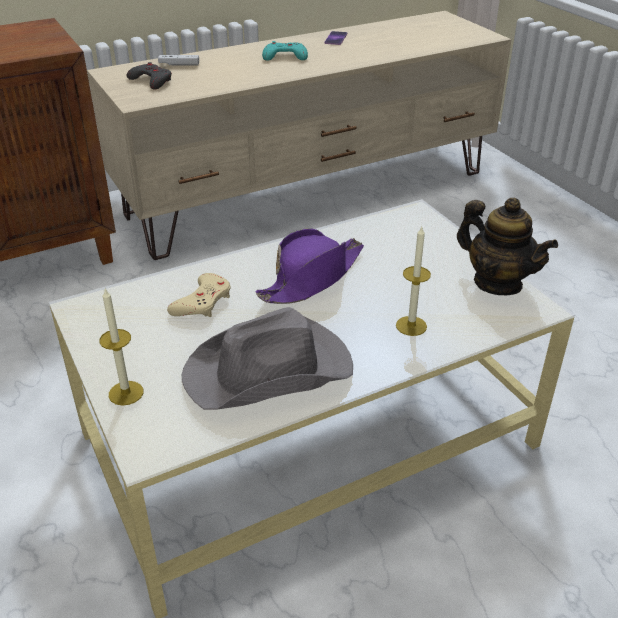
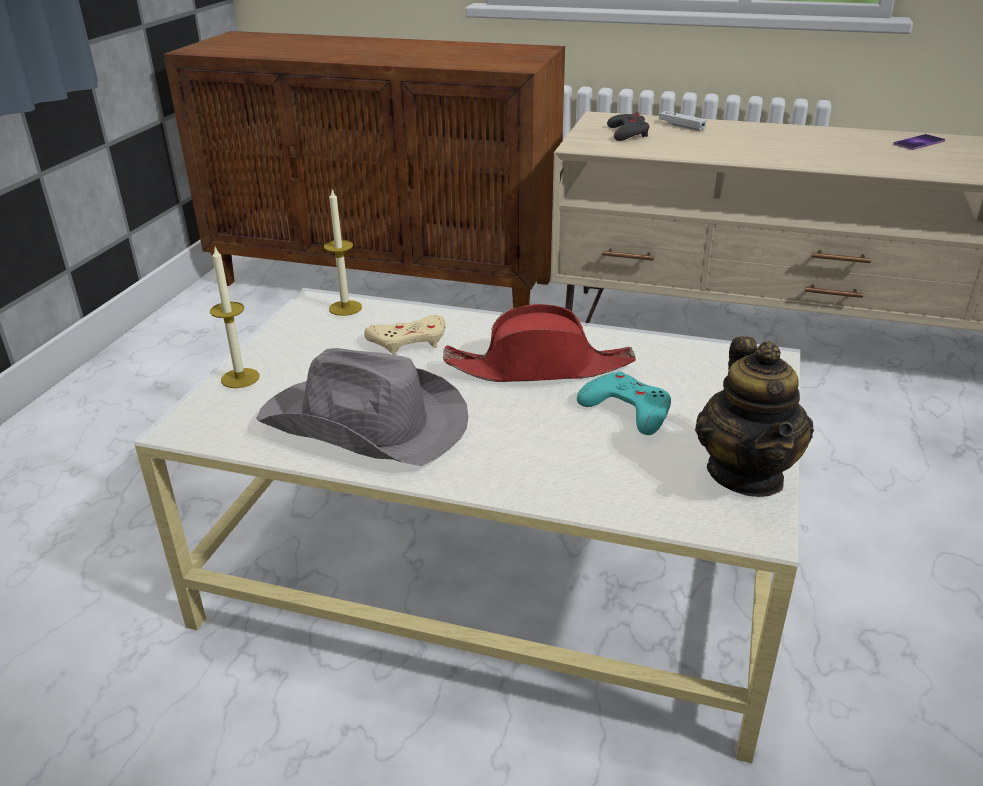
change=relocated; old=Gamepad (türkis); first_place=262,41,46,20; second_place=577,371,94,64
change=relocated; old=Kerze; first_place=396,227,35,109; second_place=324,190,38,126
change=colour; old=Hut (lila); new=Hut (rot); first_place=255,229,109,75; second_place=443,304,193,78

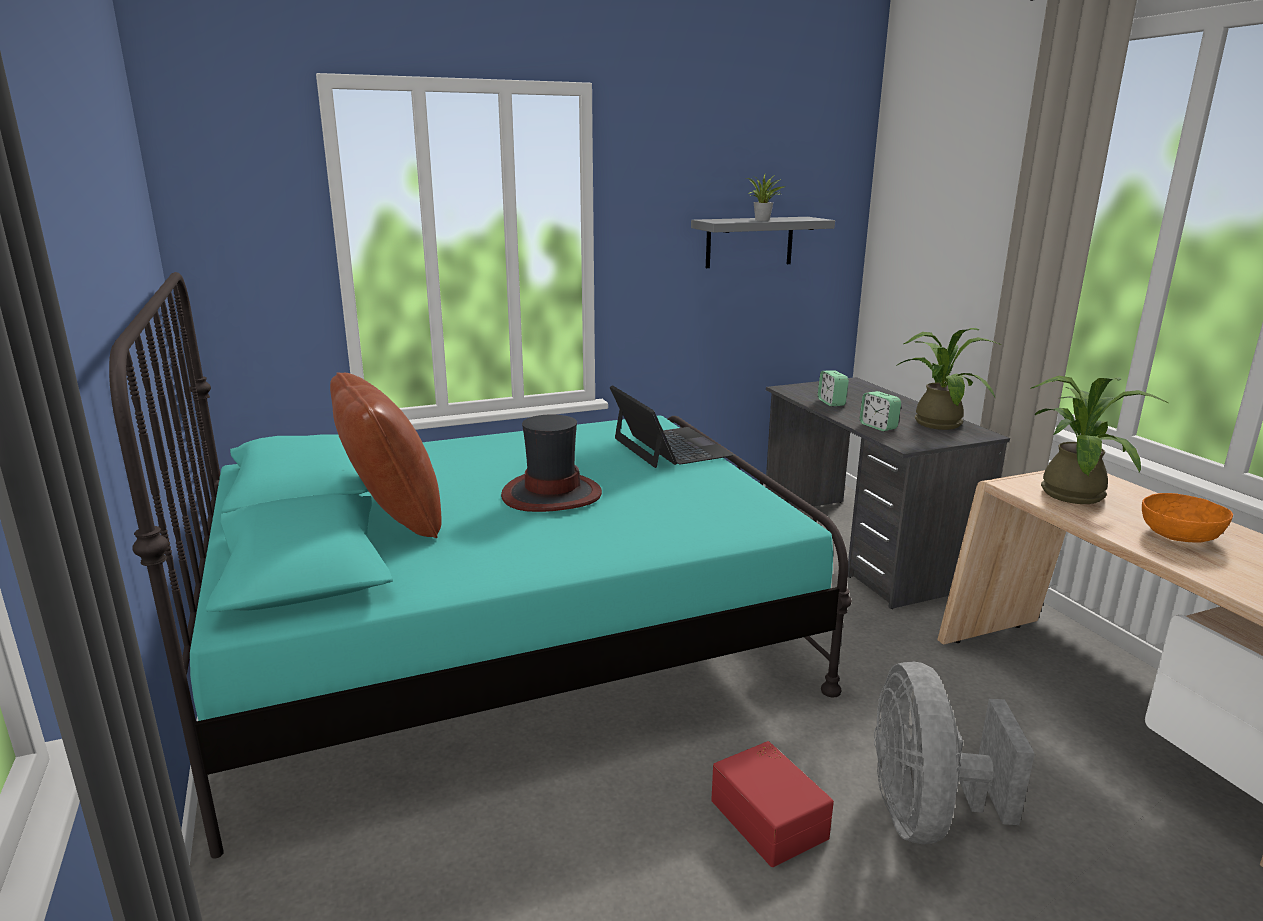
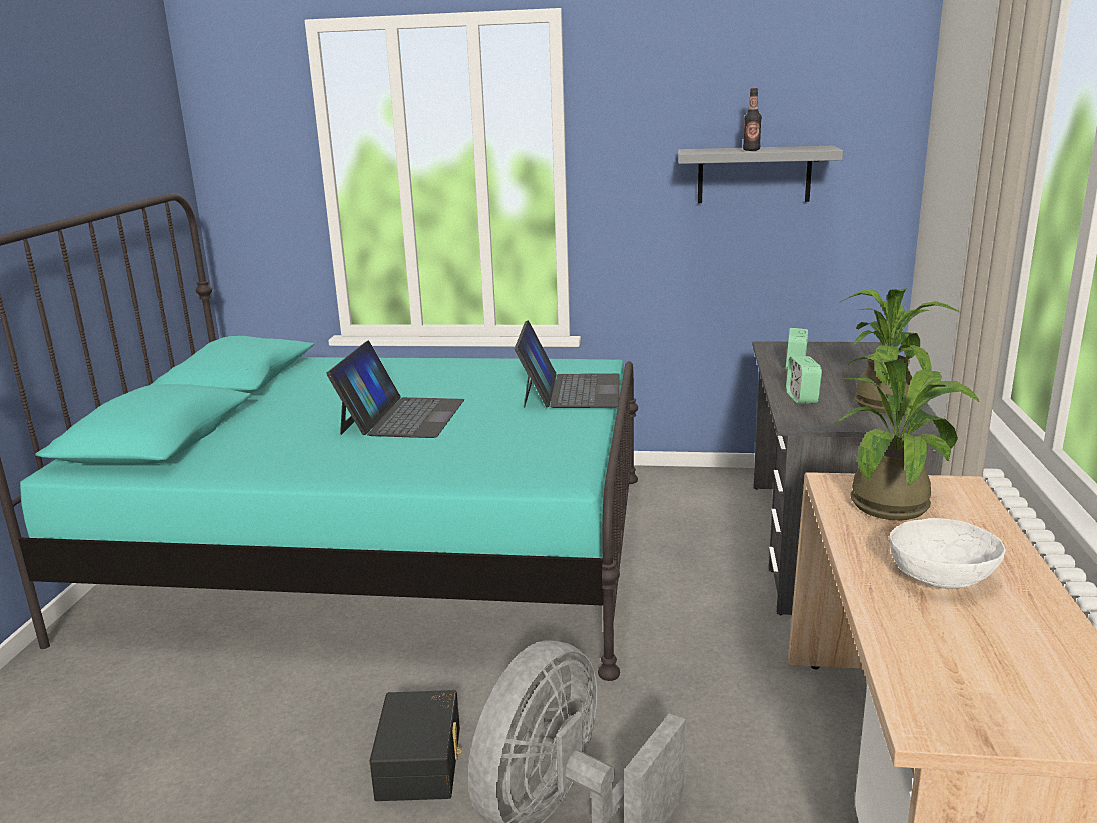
change=missing; old=Kissen (braun); first_place=330,372,112,166
change=exchanged; old=Hut; new=Laptop; first_place=501,414,101,98; second_place=326,341,138,97
change=exchanged; old=Topfpflanze; new=Flasche; first_place=748,174,36,47; second_place=743,88,19,63
change=colour; old=Aufbewahrungsbox (rot); new=Aufbewahrungsbox (schwarz); first_place=711,741,123,126; second_place=370,690,92,111
change=colour; old=Schüssel (orange); new=Schüssel (weiß); first_place=1142,493,91,50; second_place=889,518,117,71

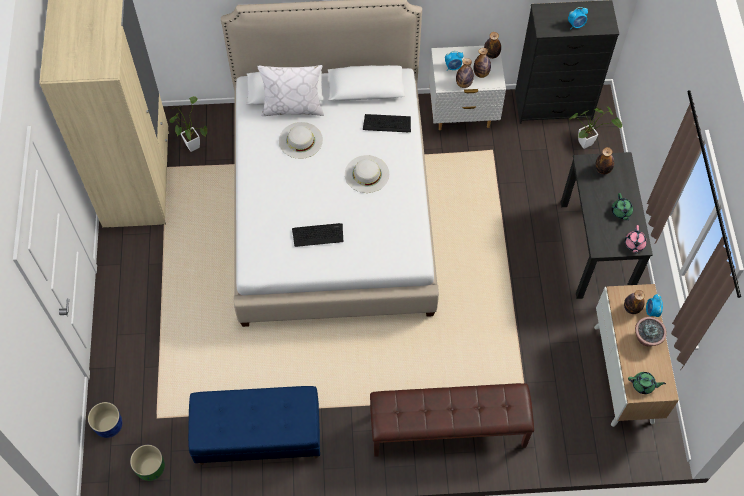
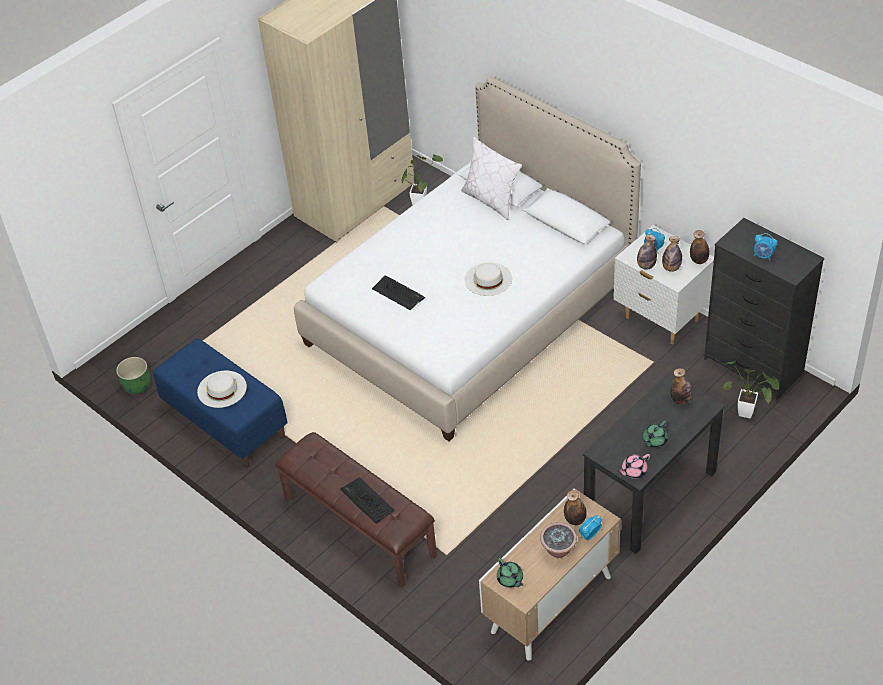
change=missing; old=Pflanzkübel (blau); first_place=88,402,34,36
change=relocated; old=Hut (weiß); first_place=279,122,44,37; second_place=197,371,50,37
change=relocated; old=Tastatur; first_place=363,114,48,18; second_place=340,477,55,47

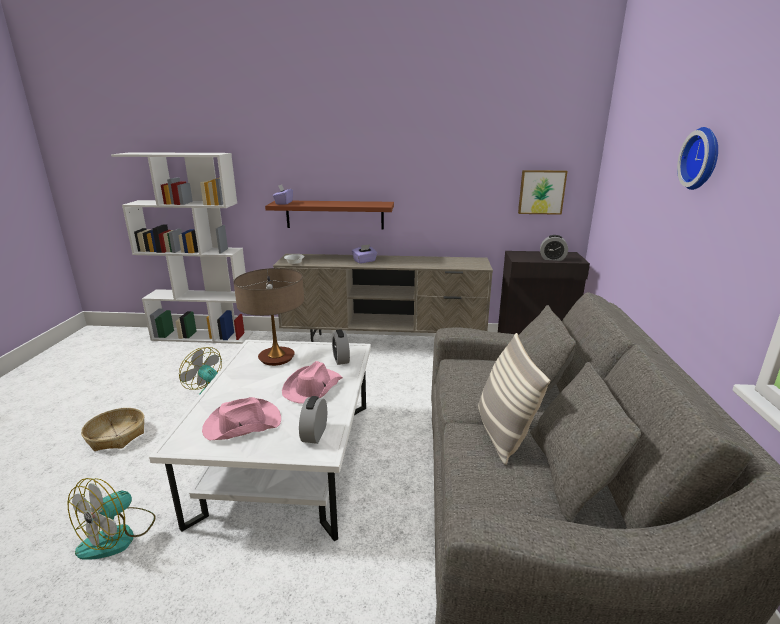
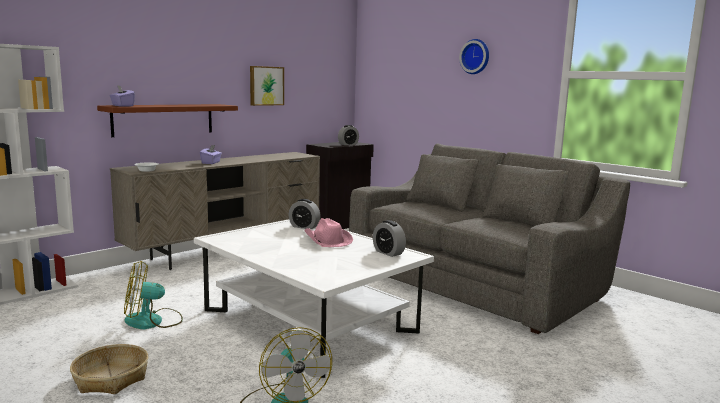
change=missing; old=Hut (rosa); first_place=202,397,79,43
change=missing; old=Tischlampe; first_place=234,268,70,98
change=missing; old=Kissen; first_place=478,333,72,132
change=relocated; old=Bild; first_place=518,170,49,45; second_place=250,66,34,40

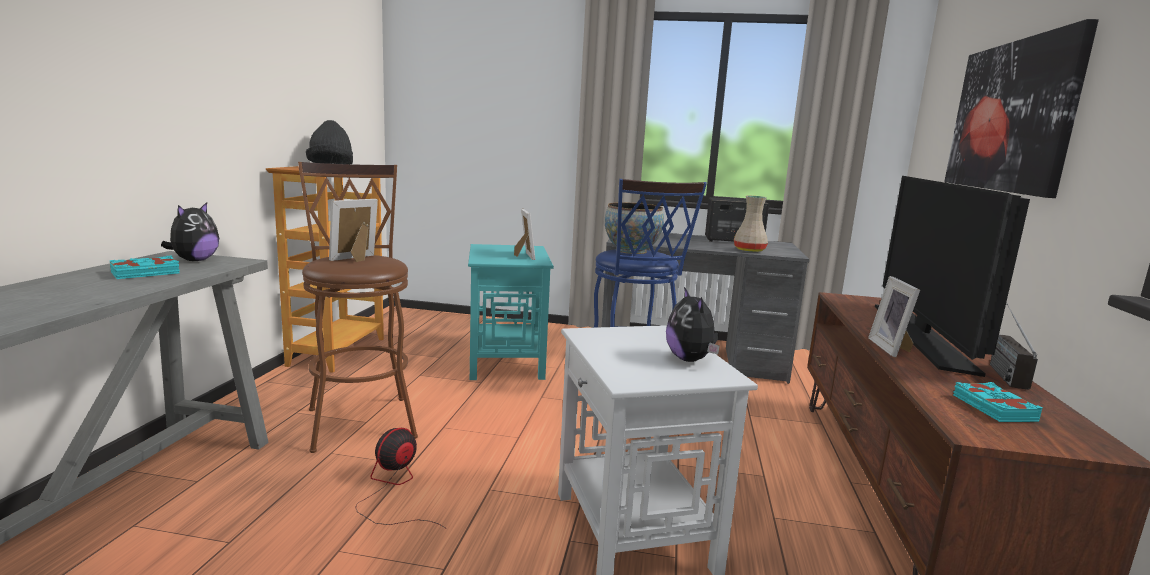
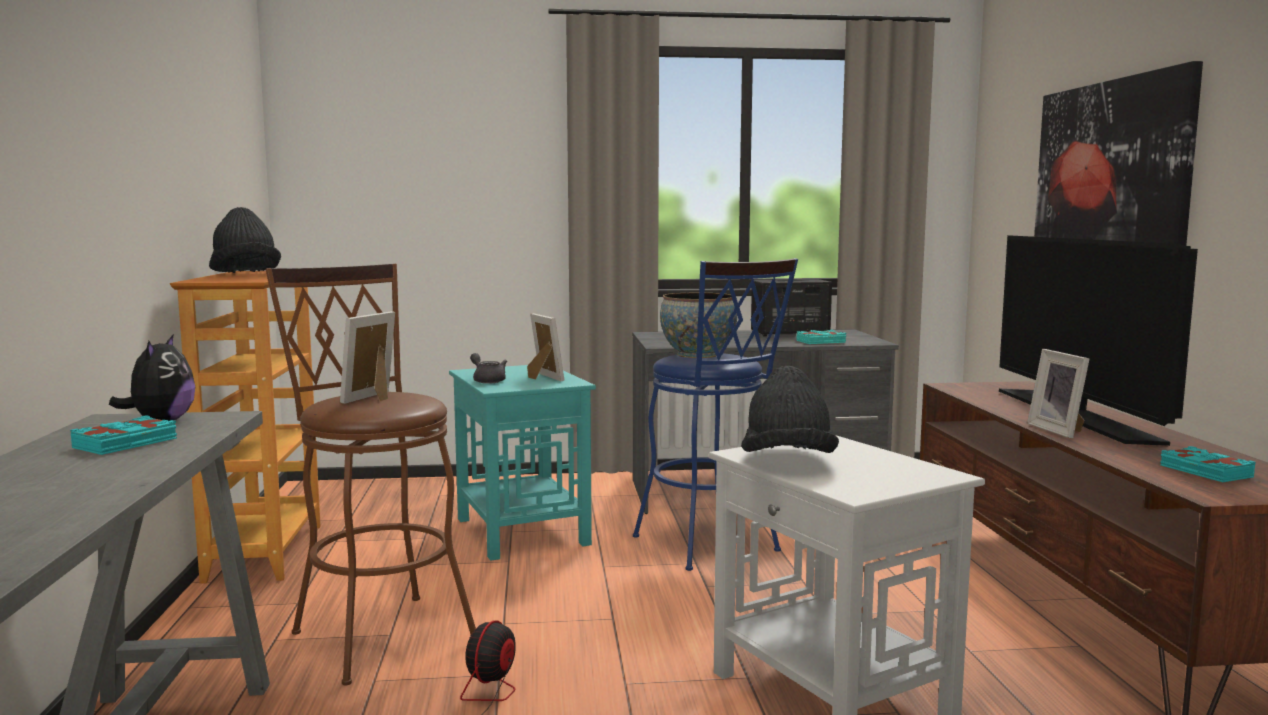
change=missing; old=Plüschtier; first_place=666,287,54,75
change=missing; old=Radio; first_place=990,303,48,87
change=appeared; new=Teekanne (grau); second_place=470,353,37,31
change=appeared; new=Hut (schwarz); second_place=741,366,98,87
change=exchanged; old=Vase (beige); new=Buch (türkis); first_place=734,196,34,56; second_place=797,330,49,14

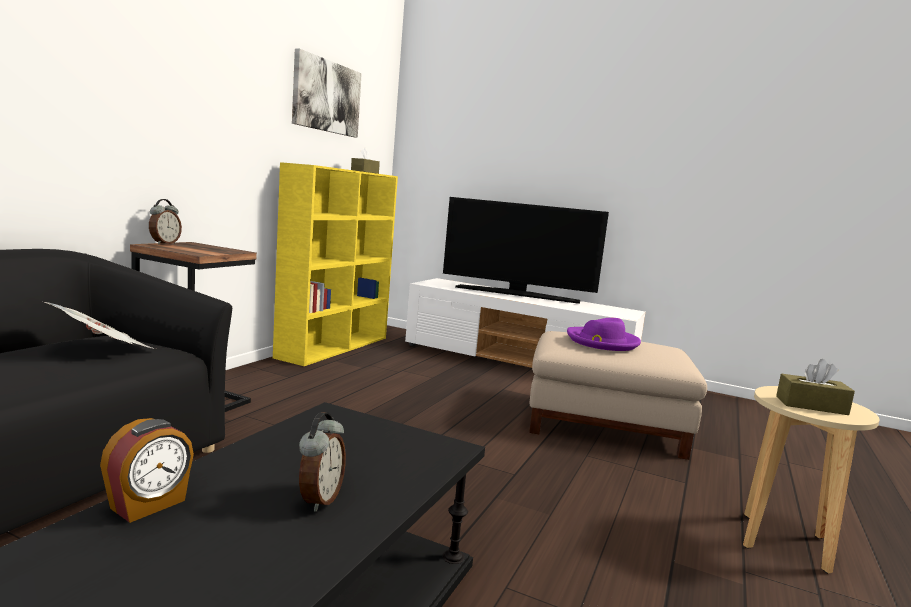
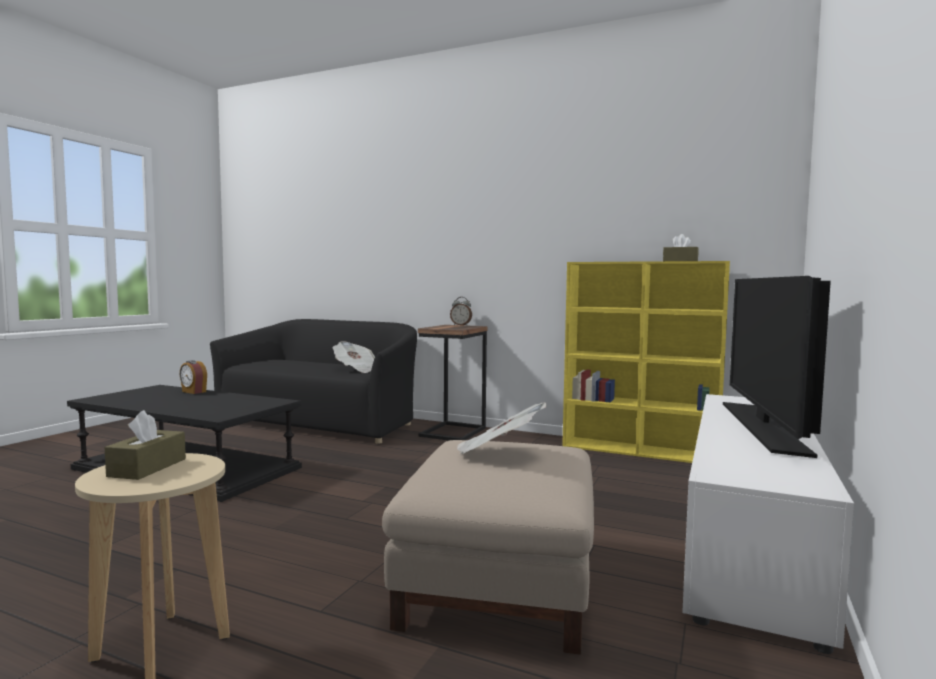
change=missing; old=Bild; first_place=292,48,70,90
change=missing; old=Wecker; first_place=299,412,47,100
change=exchanged; old=Hut (lila); new=Zeitung; first_place=567,318,74,33; second_place=457,403,90,52

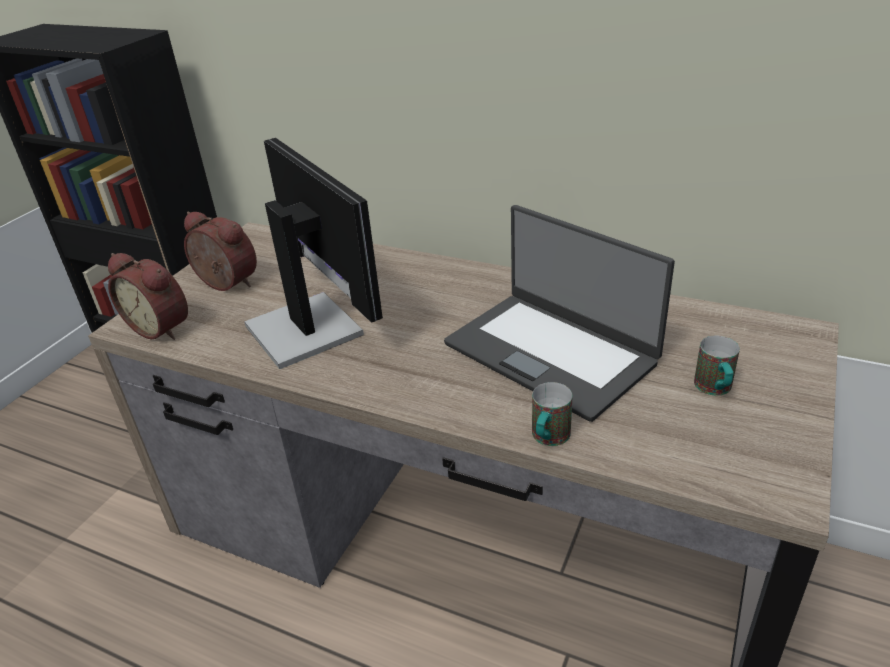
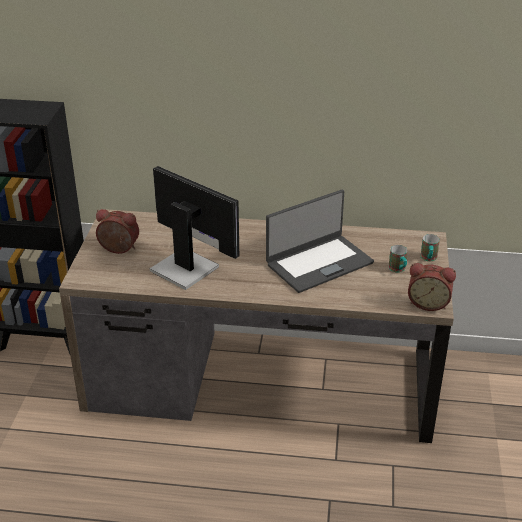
change=relocated; old=Wecker; first_place=108,253,80,87; second_place=408,263,48,48
change=relocated; old=Henkelbecher; first_place=532,382,40,64; second_place=421,234,19,27
change=spun; old=Laptop; first_place=444,205,231,217; second_place=266,190,108,103; degrees=-60

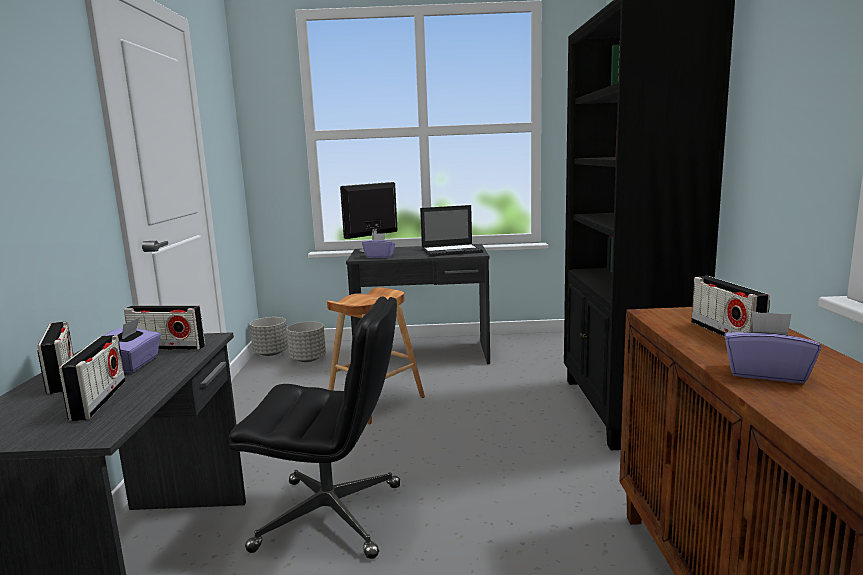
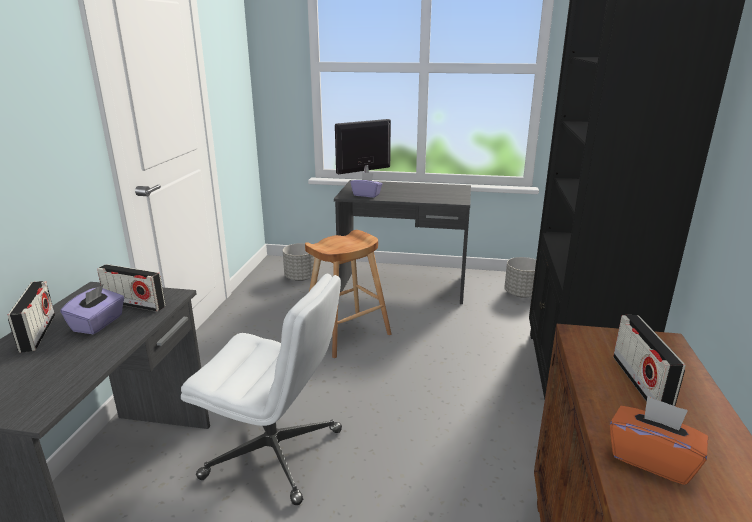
change=missing; old=Radio; first_place=59,335,67,86
change=missing; old=Laptop; first_place=420,205,63,52
change=relocated; old=Pflanzkübel (grau); first_place=250,317,38,39; second_place=504,257,32,41
change=colour; old=Bürostuhl (schwarz); new=Bürostuhl (weiß); first_place=229,297,171,262; second_place=181,274,161,231
change=colour; old=Taschentuchbox (lila); new=Taschentuchbox (orange); first_place=724,311,97,72; second_place=610,396,98,89

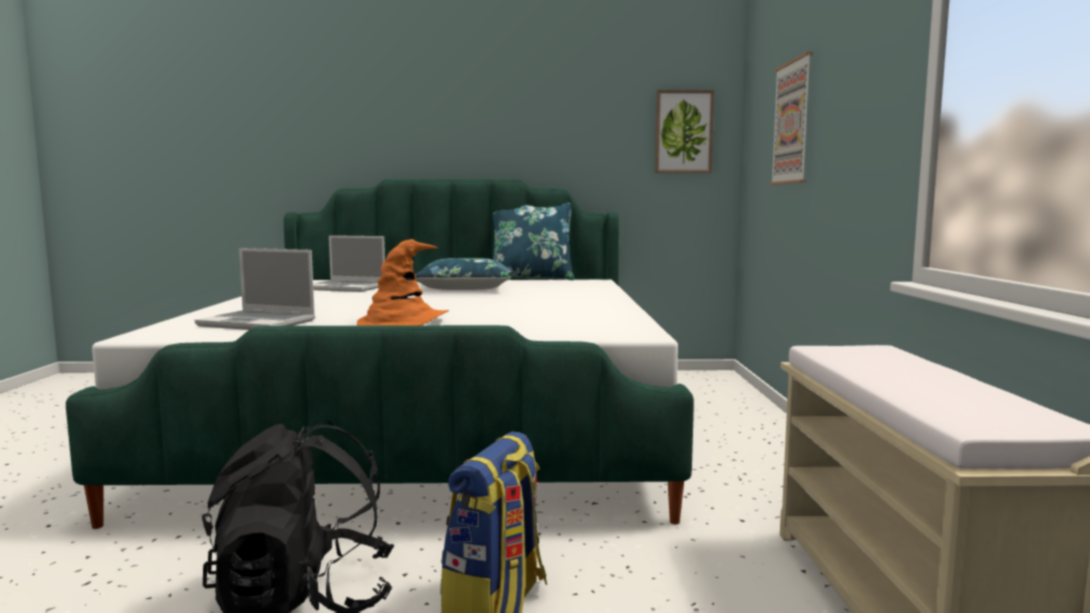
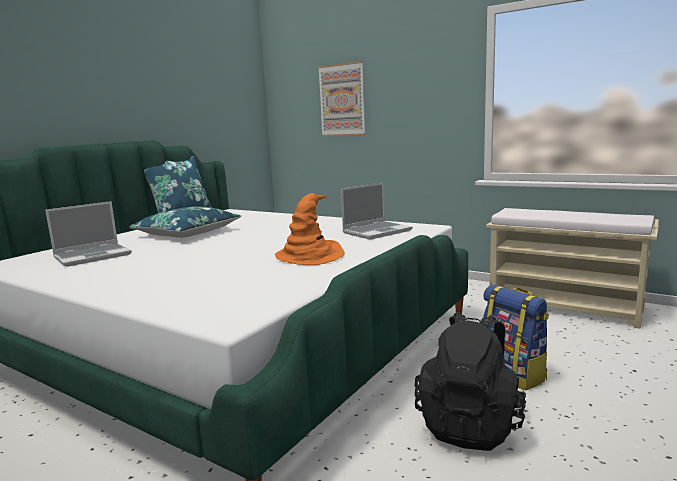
change=missing; old=Bild; first_place=655,90,59,83
change=relocated; old=Laptop; first_place=195,248,120,82; second_place=341,183,71,57

